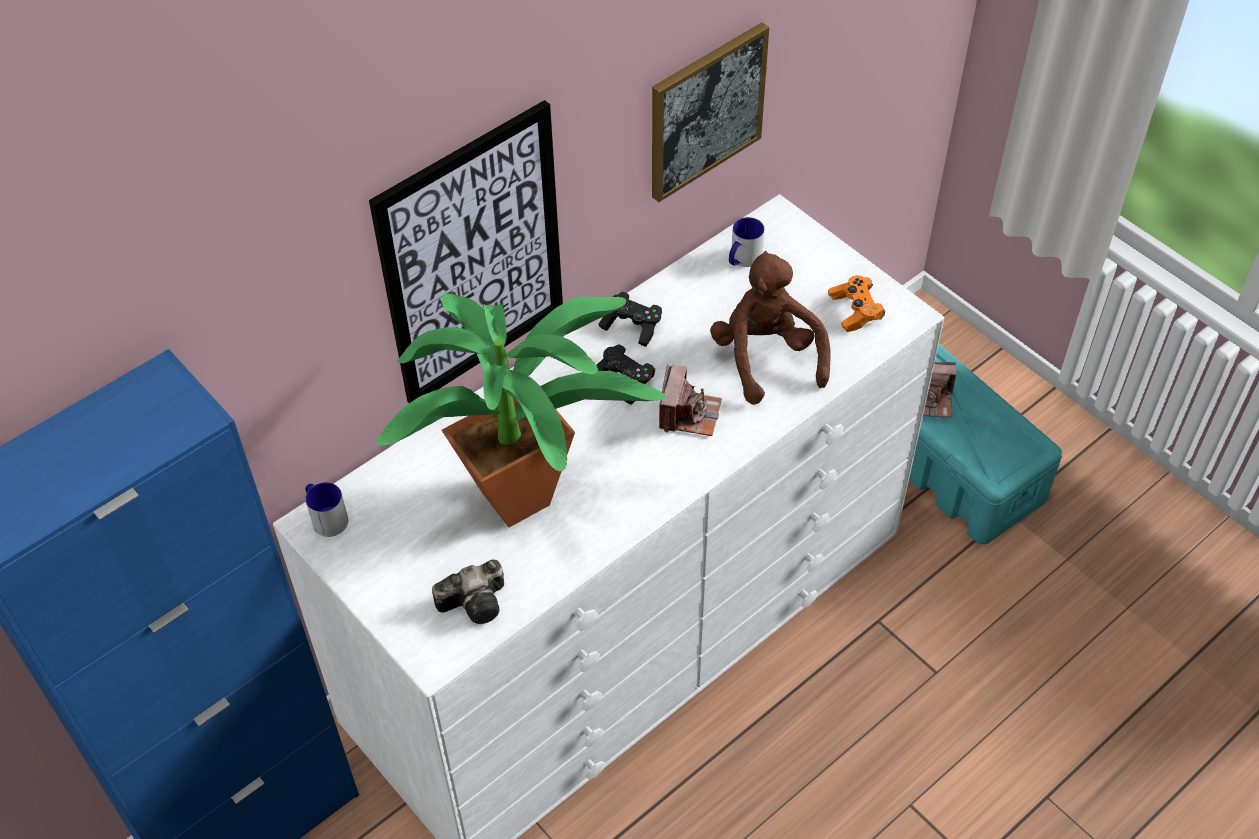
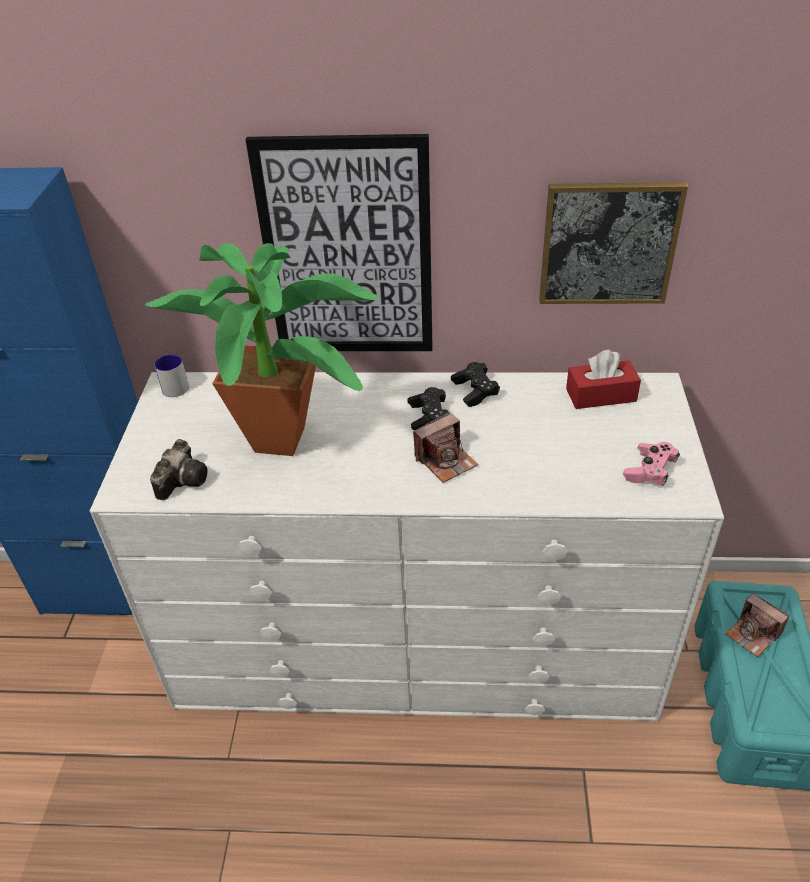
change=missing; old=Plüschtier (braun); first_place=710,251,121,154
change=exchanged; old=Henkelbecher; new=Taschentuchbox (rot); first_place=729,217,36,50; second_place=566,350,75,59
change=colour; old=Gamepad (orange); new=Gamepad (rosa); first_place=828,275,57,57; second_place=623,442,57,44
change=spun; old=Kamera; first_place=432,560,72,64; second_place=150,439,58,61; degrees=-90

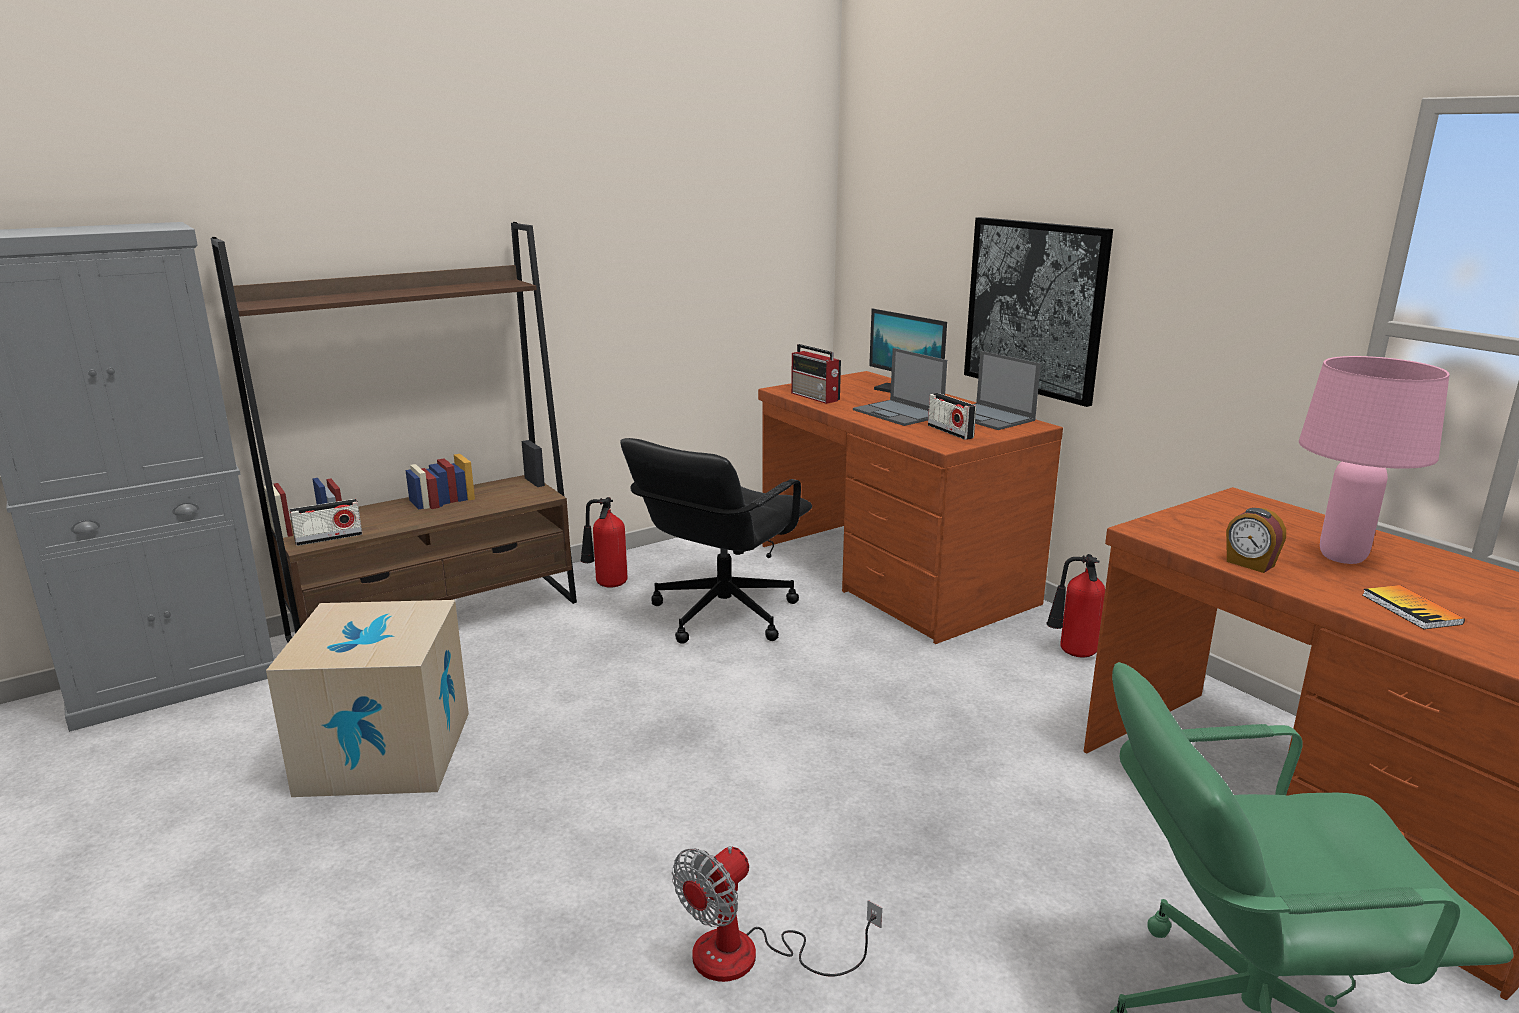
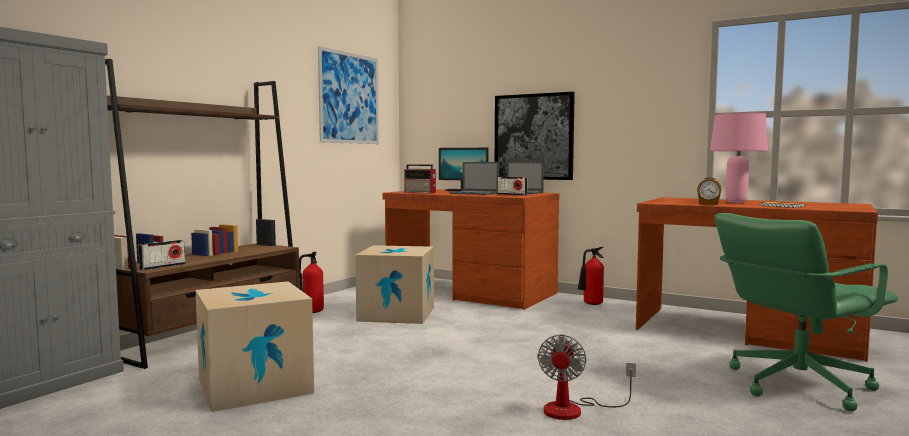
change=appeared; new=Bild; second_place=318,46,61,98
change=exchanged; old=Bürostuhl (schwarz); new=Karton; first_place=620,438,192,206; second_place=355,245,79,79

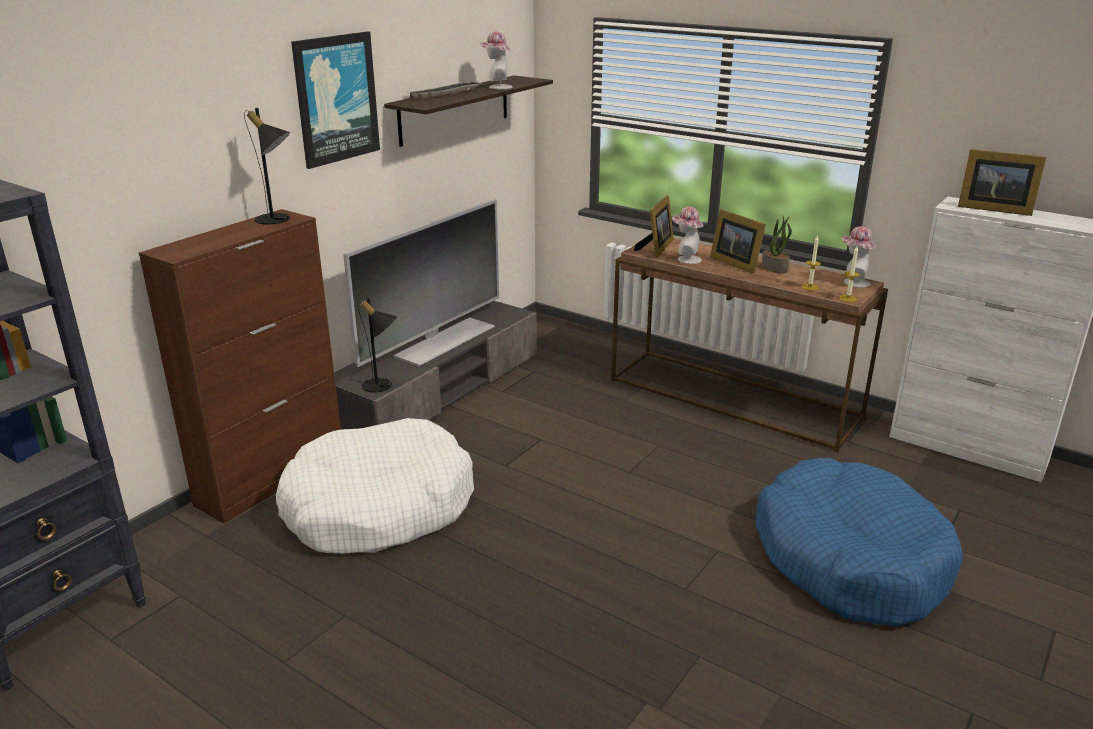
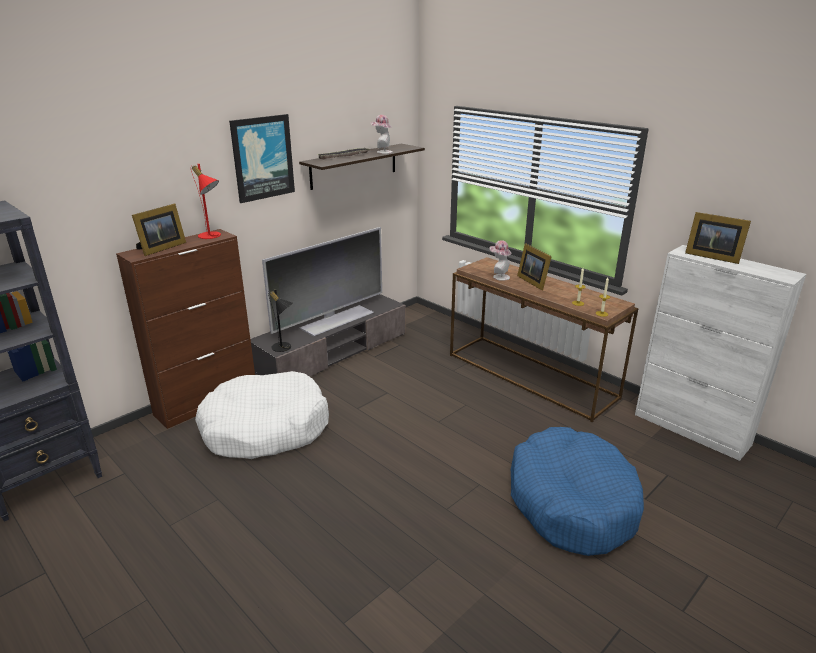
change=missing; old=Topfpflanze; first_place=761,217,31,56
change=missing; old=Hut; first_place=841,226,35,62
change=relocated; old=Bilderrahmen; first_place=634,195,40,63; second_place=132,204,54,52
change=colour; old=Tischlampe (schwarz); new=Tischlampe (rot); first_place=244,108,46,117; second_place=191,164,30,75

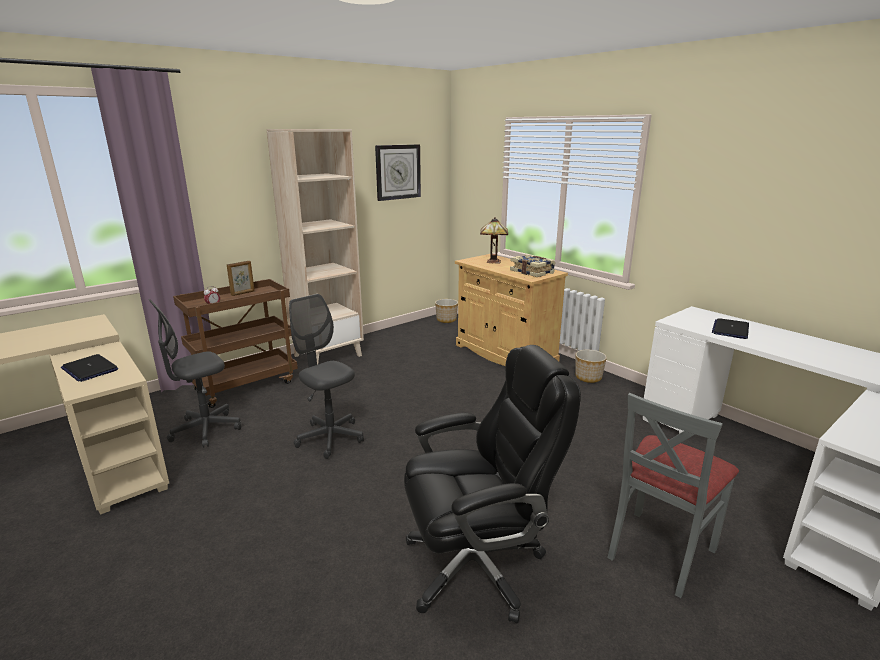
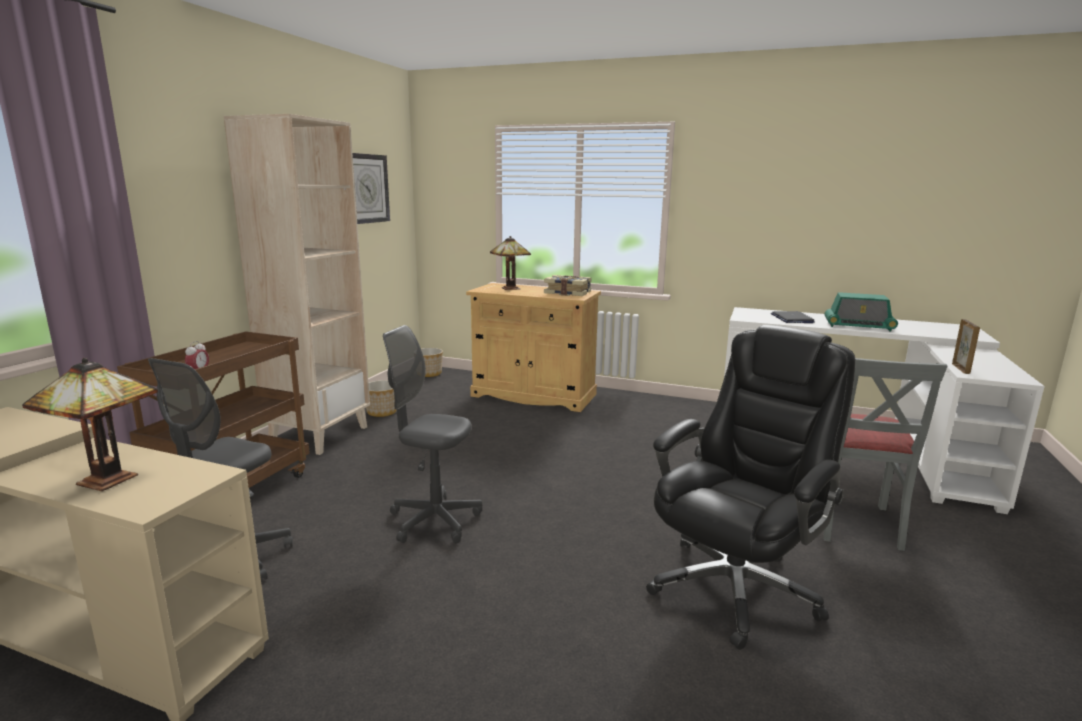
change=appeared; new=Radio; second_place=825,292,73,39
change=relocated; old=Bilderrahmen; first_place=227,261,28,35; second_place=952,319,28,55
change=relocated; old=Pflanzkübel; first_place=575,350,32,33; second_place=366,380,31,37
change=exchanged; old=Laptop; new=Tischlampe; first_place=61,354,57,28; second_place=22,358,136,133

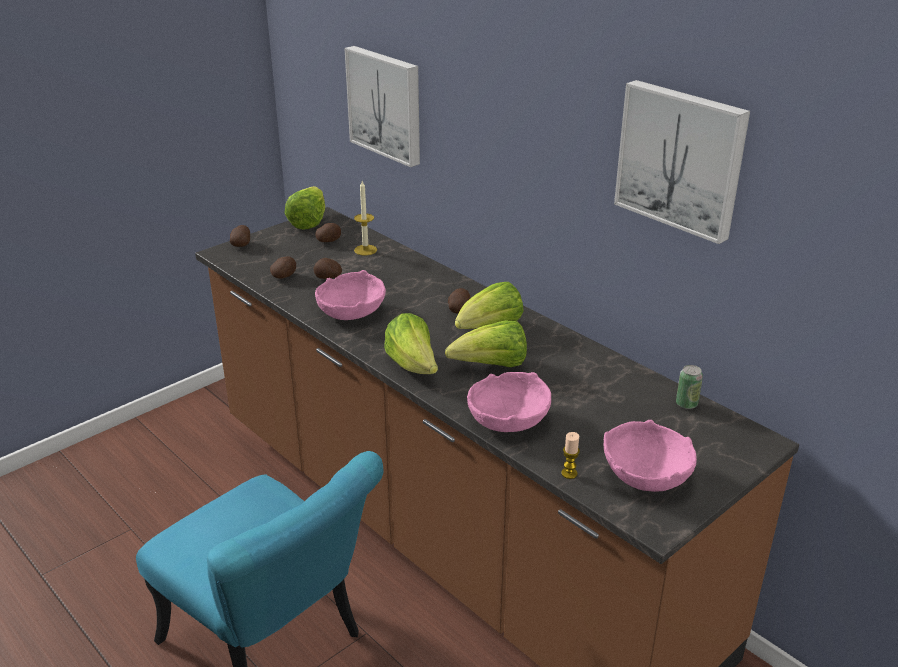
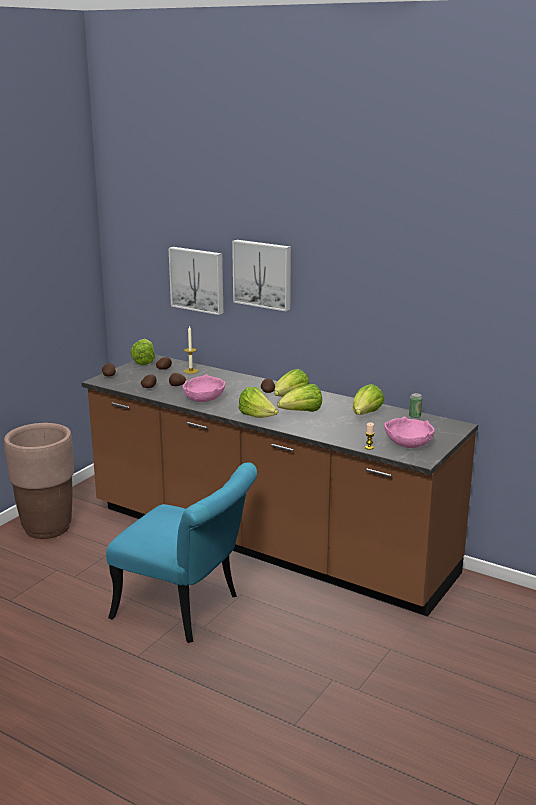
change=missing; old=Schüssel (rosa); first_place=467,372,84,60
change=appeared; new=Pflanzkübel (braun); second_place=4,423,70,116
change=appeared; new=Salatkopf; second_place=353,384,31,31
change=relocated; old=Bild; first_place=614,80,136,164; second_place=232,240,59,71

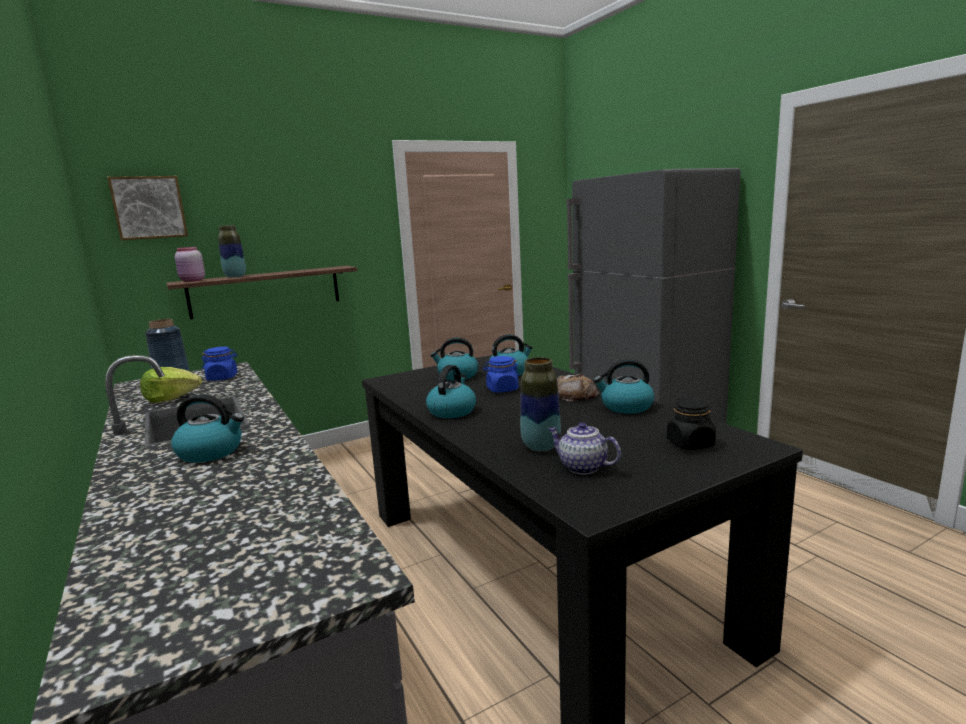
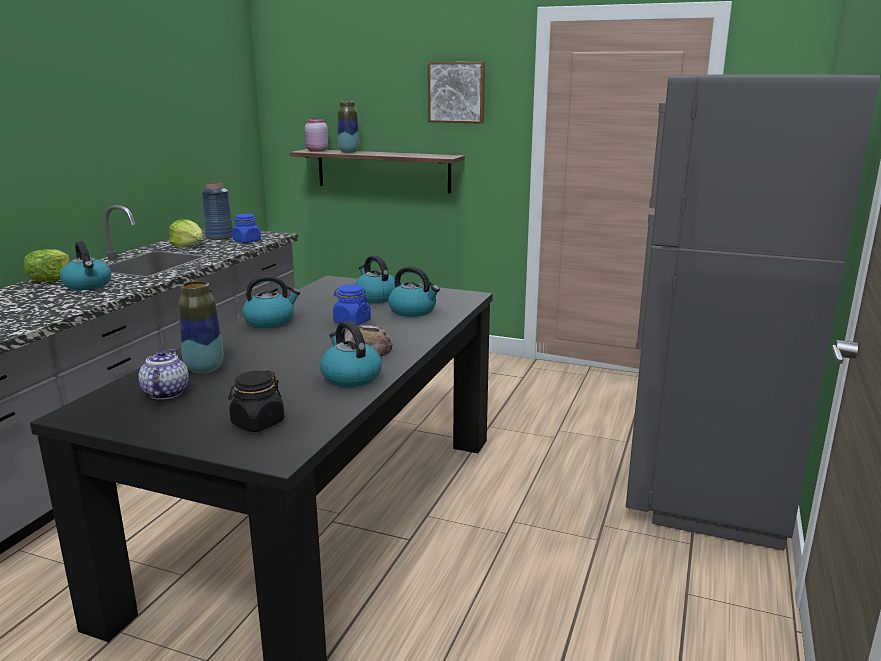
change=appeared; new=Salatkopf; second_place=24,249,46,33
change=relocated; old=Bild; first_place=107,176,81,64; second_place=428,62,57,62

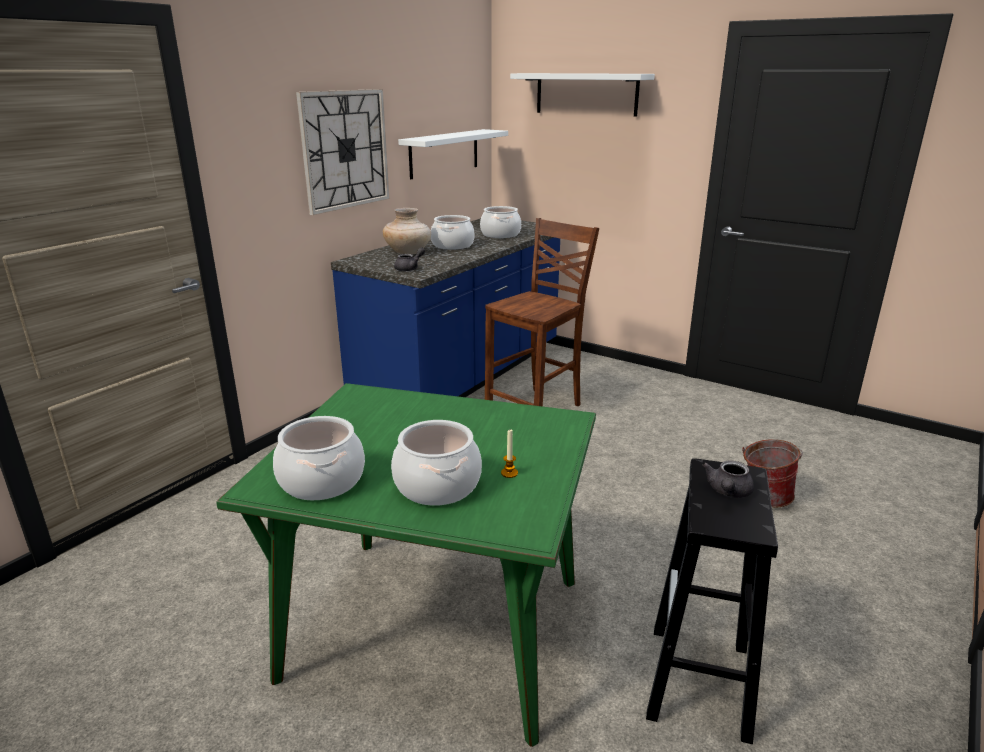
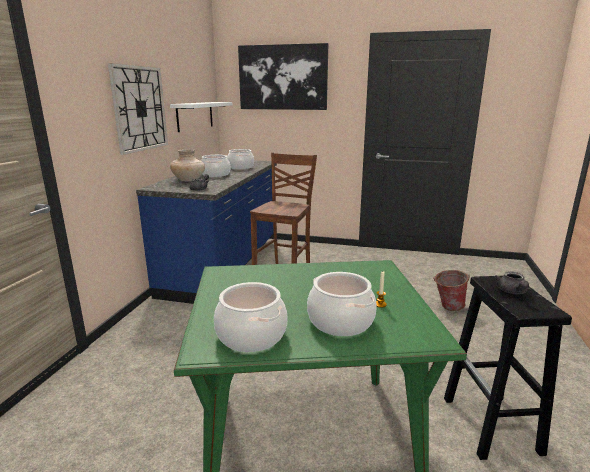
change=exchanged; old=Wandregal (weiß); new=Bild; first_place=510,73,145,43; second_place=238,43,90,67

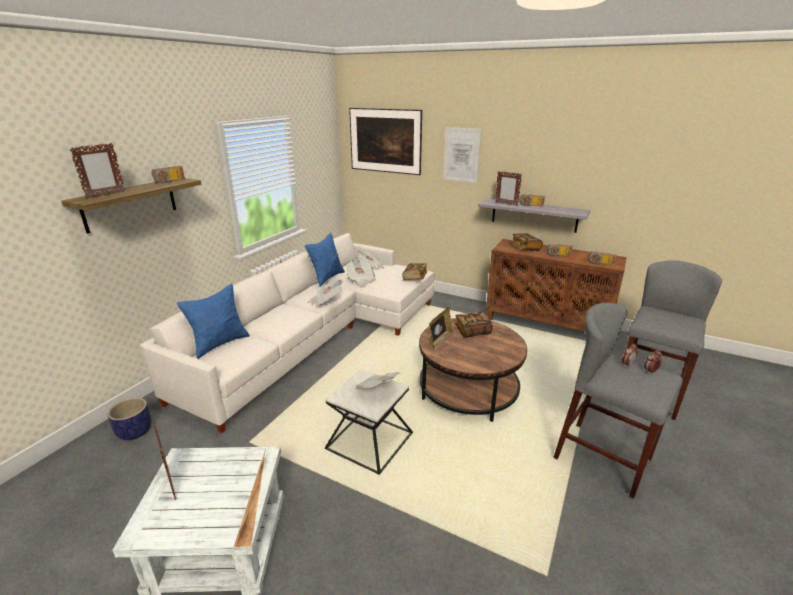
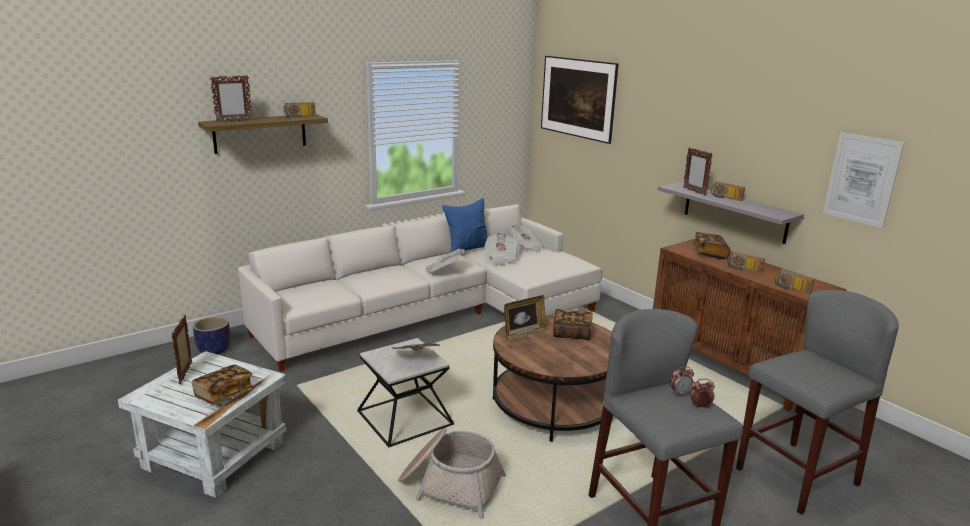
change=missing; old=Kissen (blau); first_place=177,284,73,75
change=appeared; new=Korb; second_place=398,428,108,91
change=relocated; old=Buch; first_place=402,263,25,17; second_place=192,365,62,39
change=relocated; old=Bild; first_place=443,127,38,56; second_place=823,132,82,96

